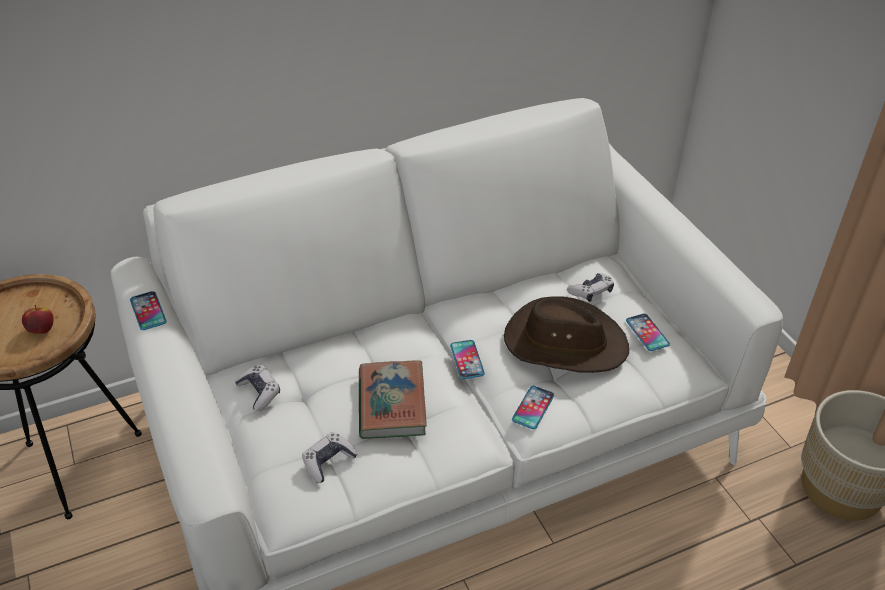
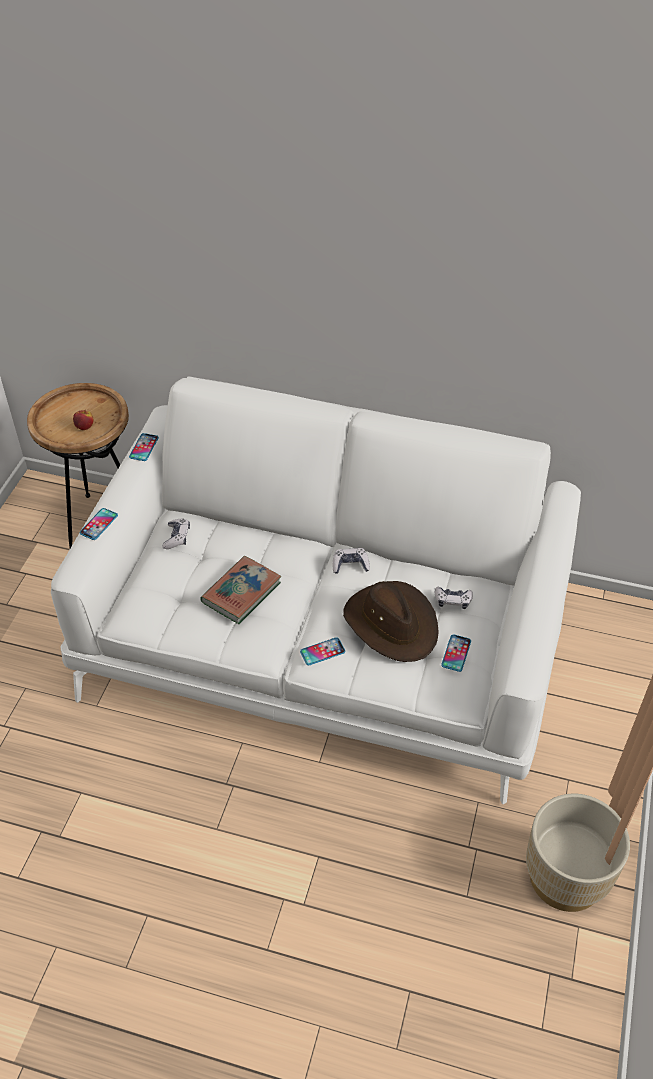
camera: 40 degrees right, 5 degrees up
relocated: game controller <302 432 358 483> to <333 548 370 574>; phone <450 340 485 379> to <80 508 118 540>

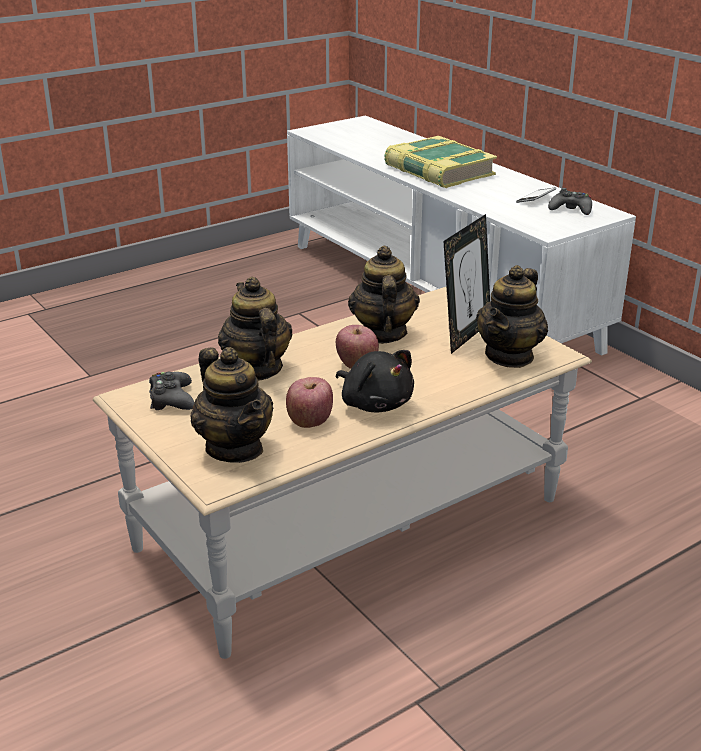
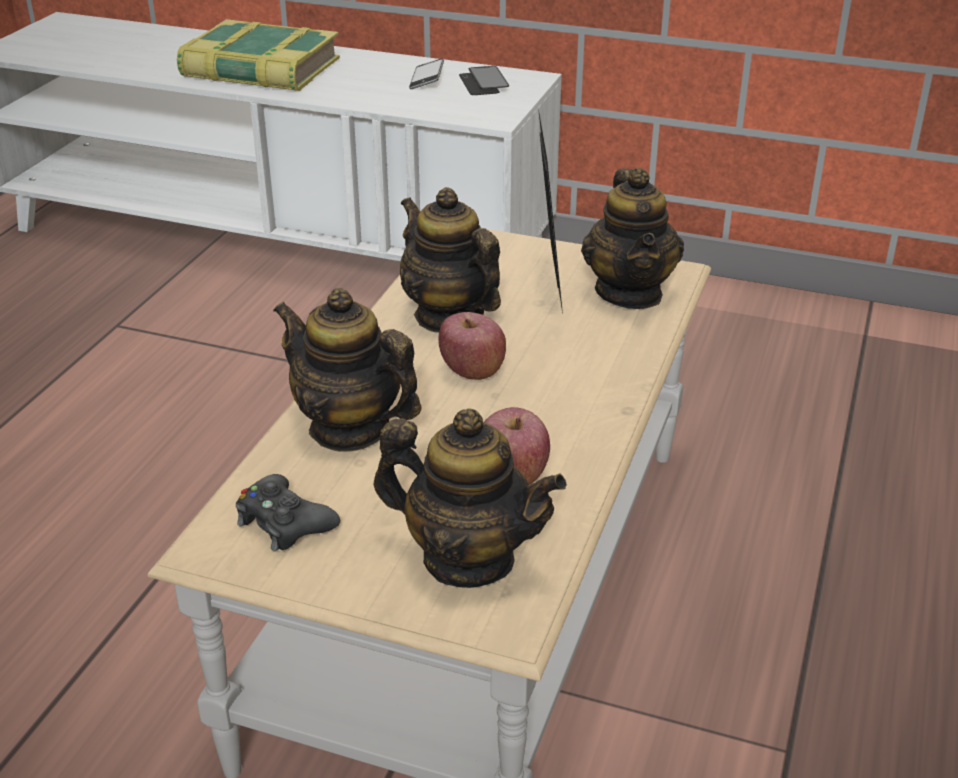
camera: 35 degrees left, 5 degrees up
missing: blackish soft toy <336 350 414 413>
exchanged: blackish game controller <548 188 592 215> to phone <459 66 509 95>

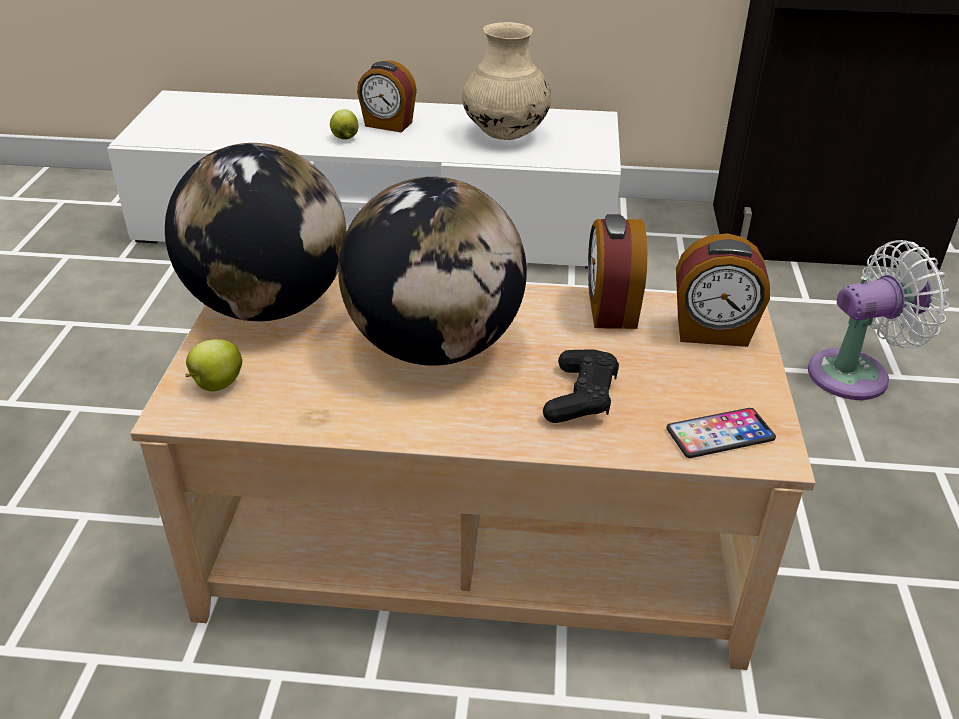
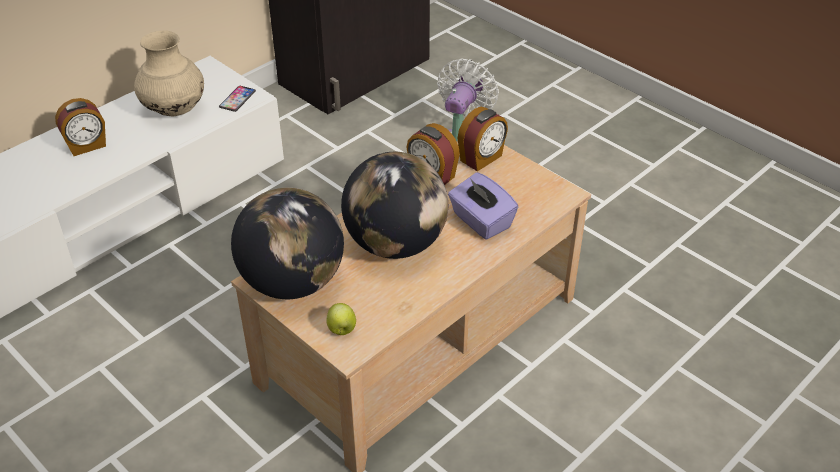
camera: 50 degrees left, 5 degrees up
missing: whole apple <330 109 358 140>
relocated: phone <666 408 776 458> to <219 86 256 112>
exchanged: blackish game controller <543 350 619 423> to purple box of tissues <448 172 518 240>

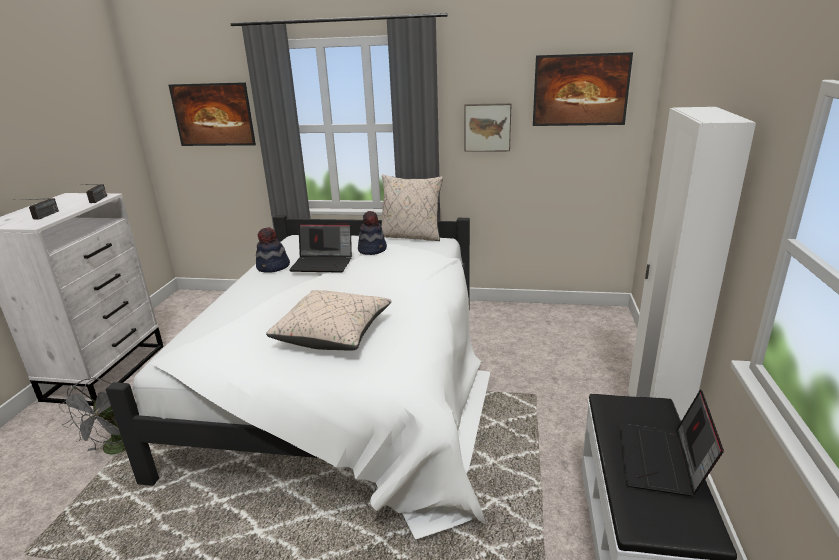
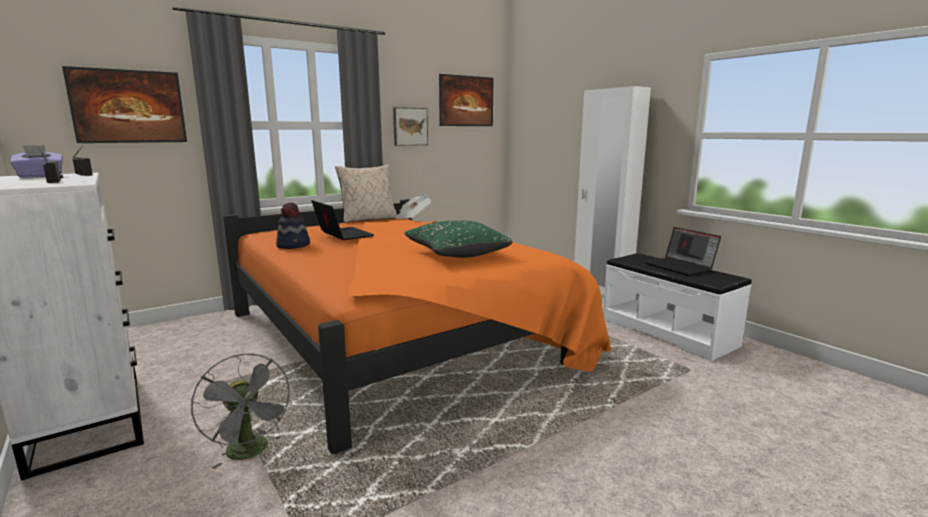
camera: 45 degrees left, 10 degrees down
missing: hat <358 211 387 255>
appeared: purple box of tissues <10 145 63 178>; daily paper <395 195 431 219>
colour: white-coloured bedroom bed <106 215 490 539> to orangey bedroom bed <223 199 611 454>; sand-coloured cushion <266 290 391 350> to green cushion <404 221 513 258>
spun: laptop <289 223 352 273> = <311 200 374 240> 90 degrees counterclockwise

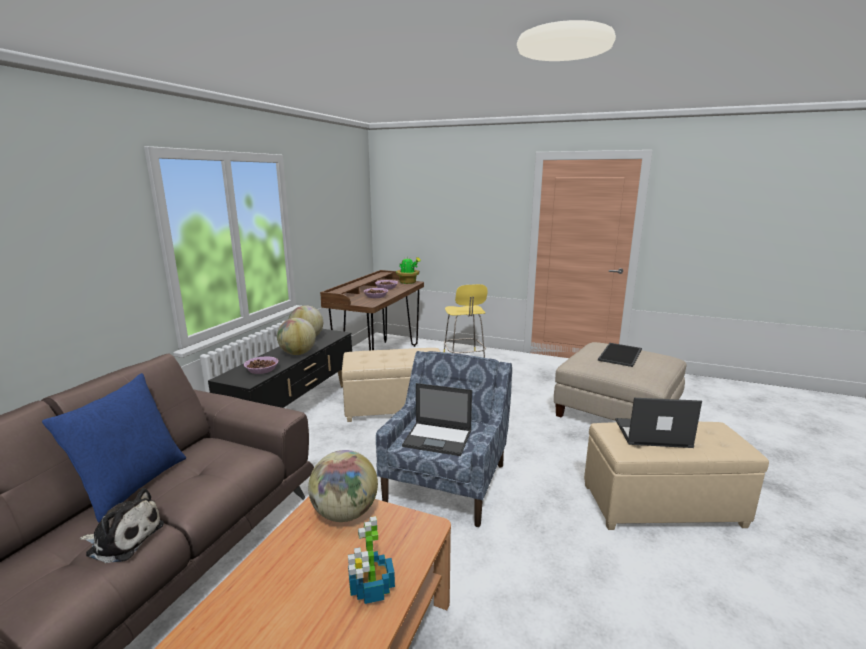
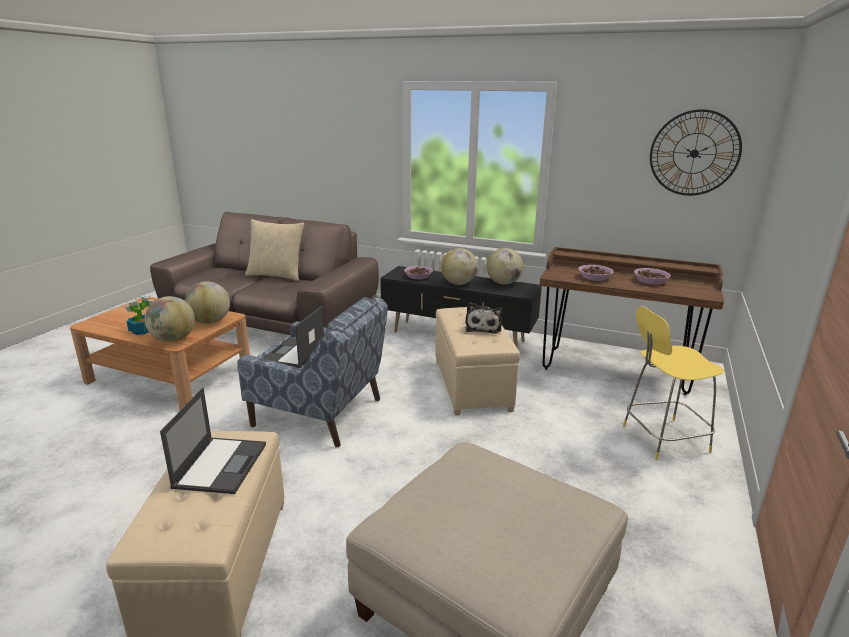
camera: 90 degrees right, 5 degrees up
missing: potted plant <396 257 421 284>; carrying tray <598 343 642 367>
appeared: desk globe <145 296 195 342>; clock on the wall <650 109 742 196>
relocated: soft toy <80 488 164 563> to <465 302 503 334>
colour: blue-coloured cushion <42 373 186 523> to sand-coloured cushion <245 219 304 281>

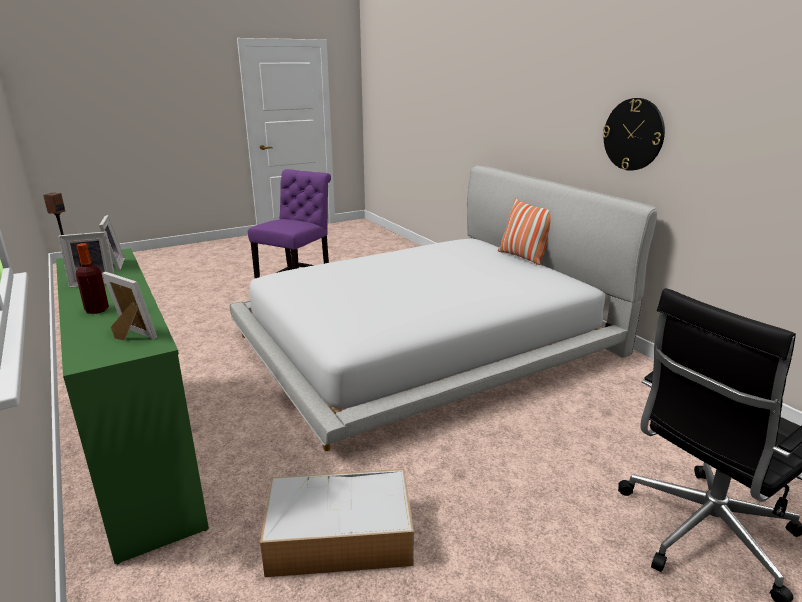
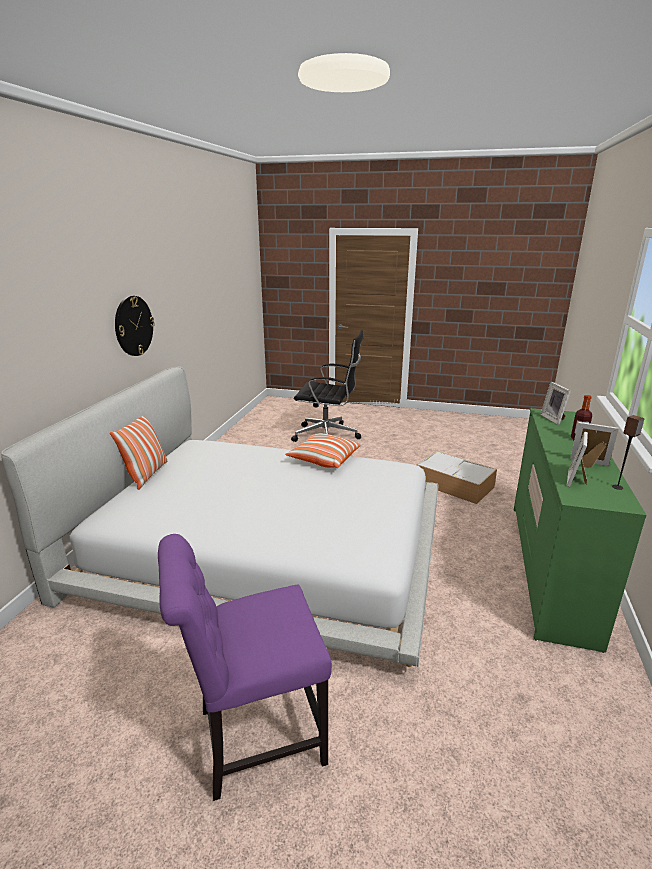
camera: 135 degrees left, 0 degrees up
appeared: cushion <285 433 361 468>

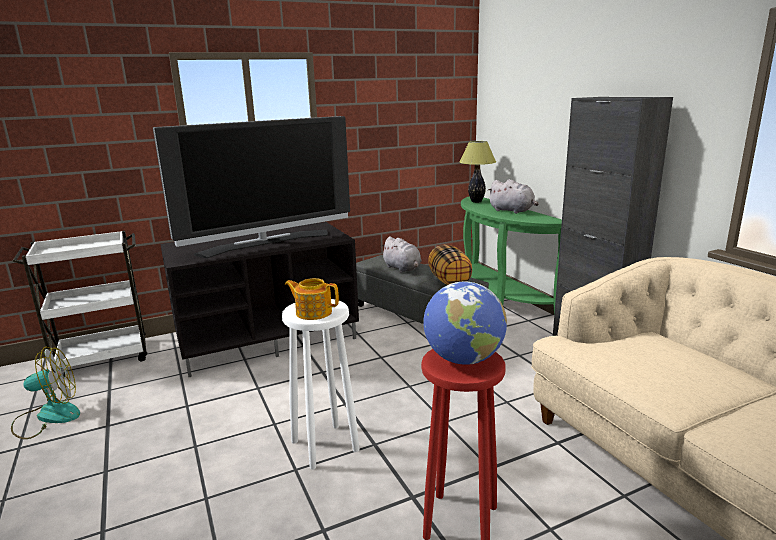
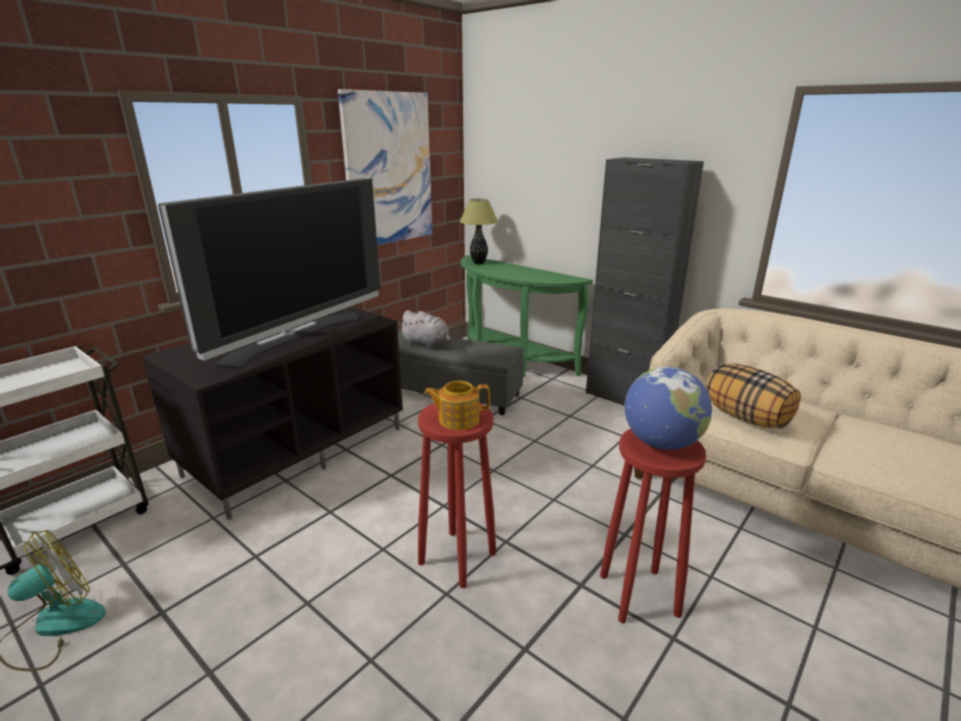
camera: 25 degrees left, 5 degrees up
missing: grey soft toy <487 179 539 214>
appeared: wall picture <338 89 432 246>
relocated: cushion <428 245 472 285> to <705 363 801 429>
colour: white-coloured stool seat <282 299 360 470> to red-coloured stool seat <418 403 496 588>

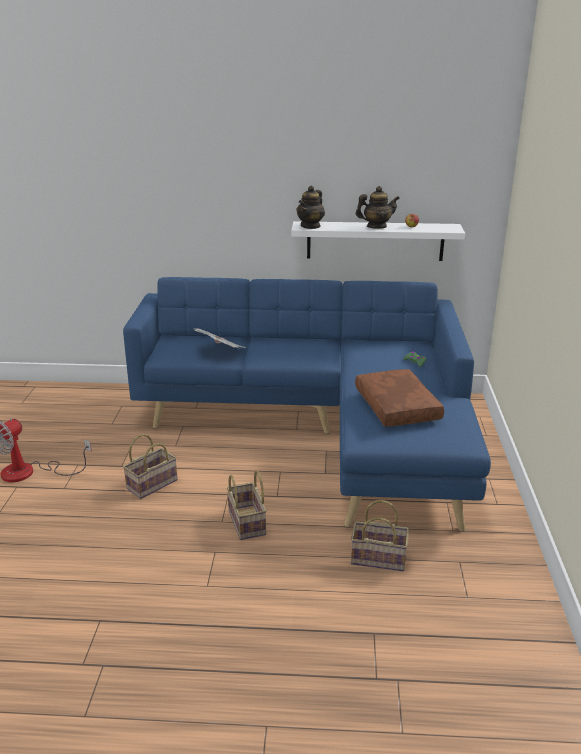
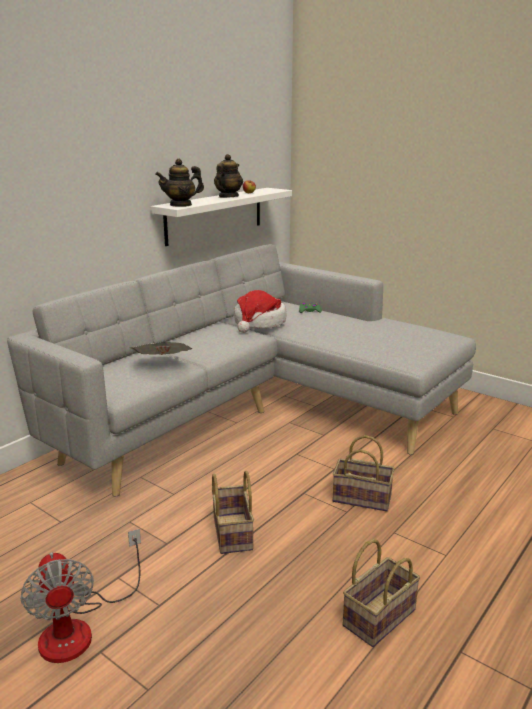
camera: 55 degrees left, 5 degrees down
missing: brownish cushion <355 369 444 427>
appeared: hat <234 290 286 333>
relocated: basket <351 500 409 571> to <343 539 420 647>
colour: blue-coloured couch <123 277 491 532> to grey couch <7 244 476 497>
spun: tea pot <296 185 325 229> = <155 159 204 207> 90 degrees clockwise

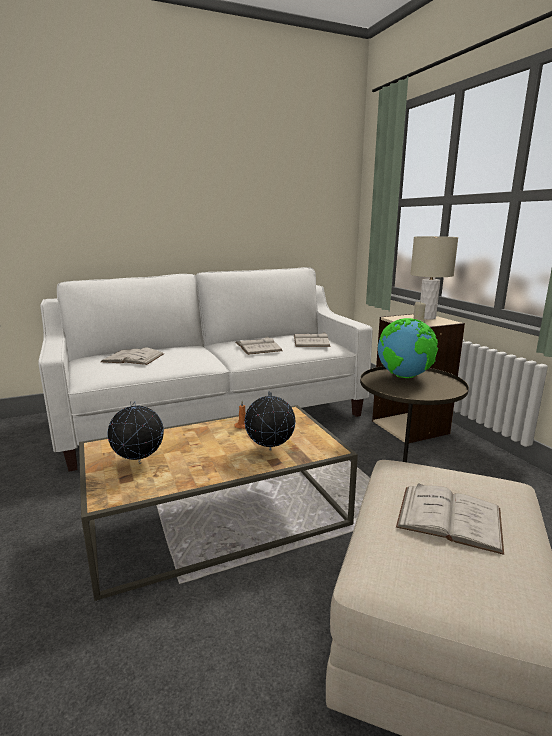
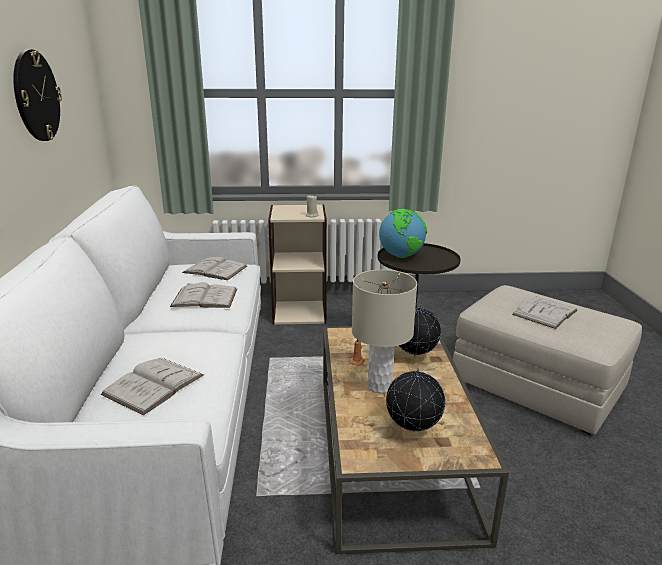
camera: 70 degrees left, 5 degrees up
appeared: clock on the wall <13 49 62 141>
relocated: sand-coloured tabletop lamp <410 236 458 320> to <352 270 417 393>

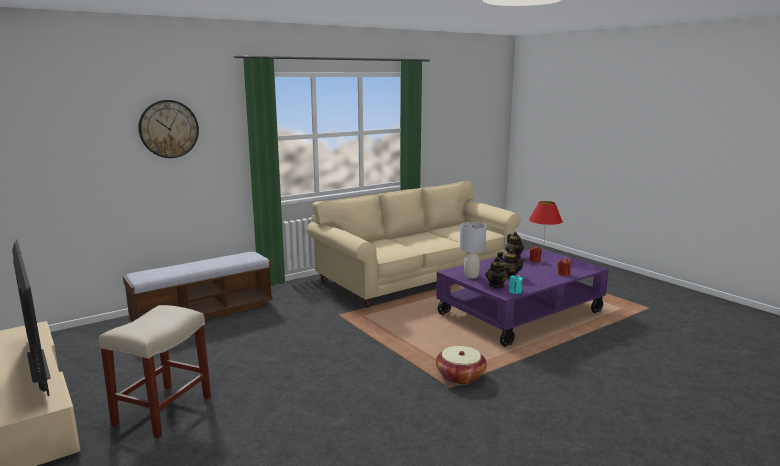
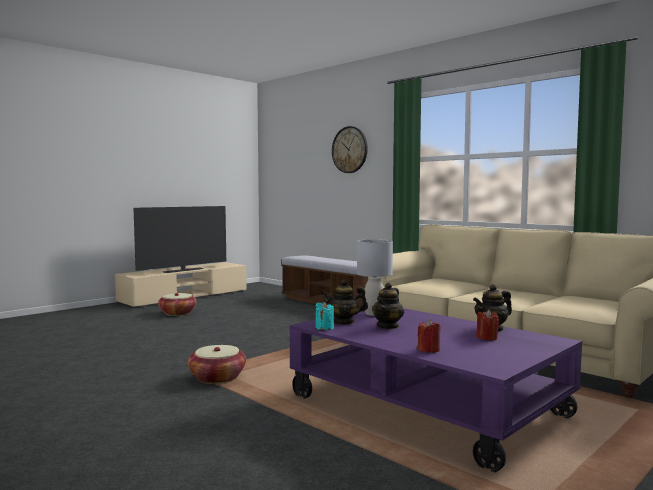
camera: 80 degrees right, 10 degrees down
missing: red-coloured tabletop lamp <529 201 563 253>
exchanged: sand-coloured stool seat <99 305 211 438> to basket <158 293 196 316>

